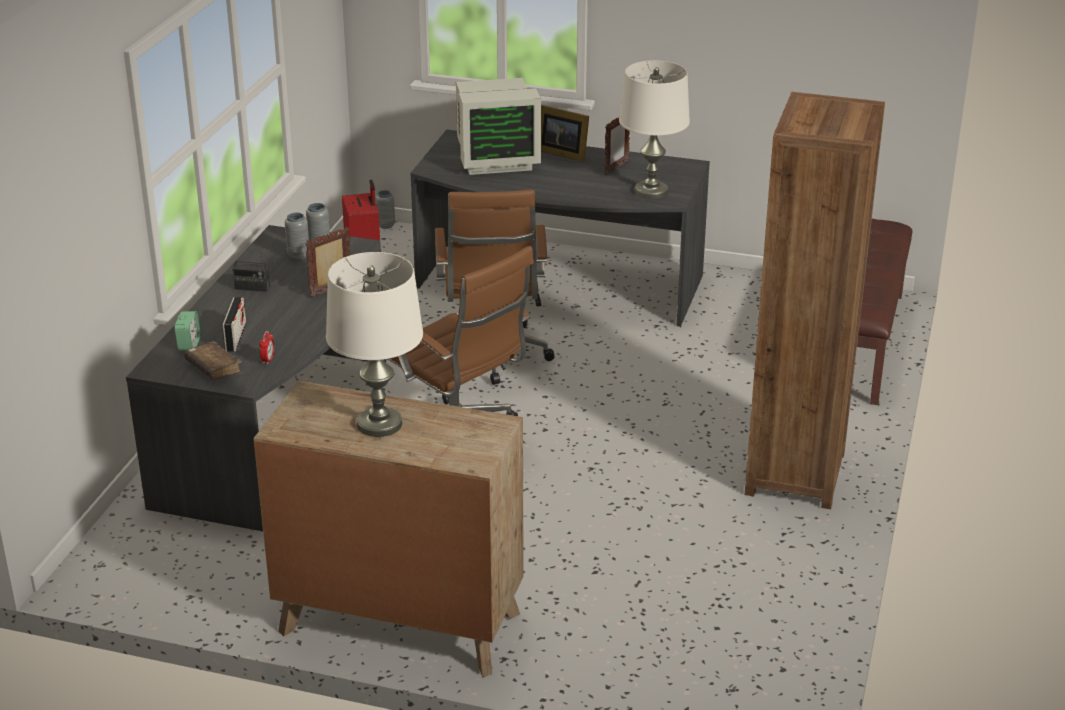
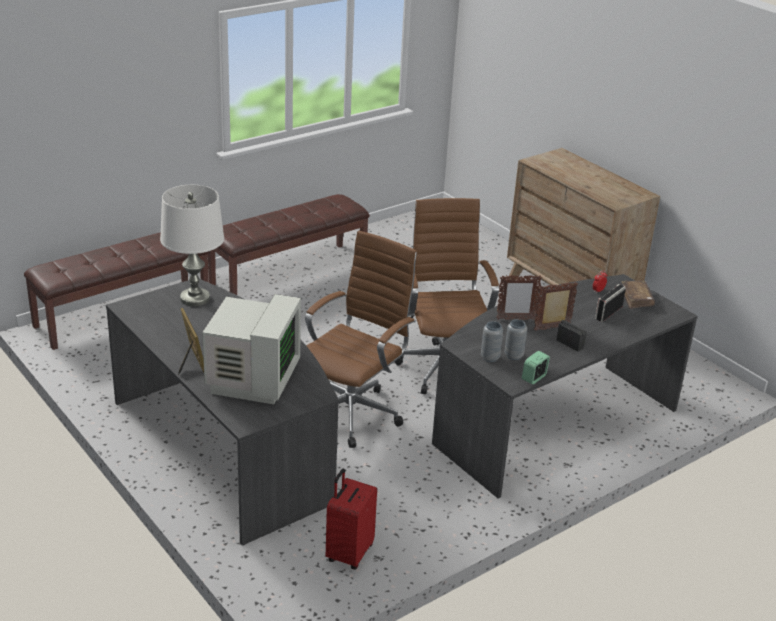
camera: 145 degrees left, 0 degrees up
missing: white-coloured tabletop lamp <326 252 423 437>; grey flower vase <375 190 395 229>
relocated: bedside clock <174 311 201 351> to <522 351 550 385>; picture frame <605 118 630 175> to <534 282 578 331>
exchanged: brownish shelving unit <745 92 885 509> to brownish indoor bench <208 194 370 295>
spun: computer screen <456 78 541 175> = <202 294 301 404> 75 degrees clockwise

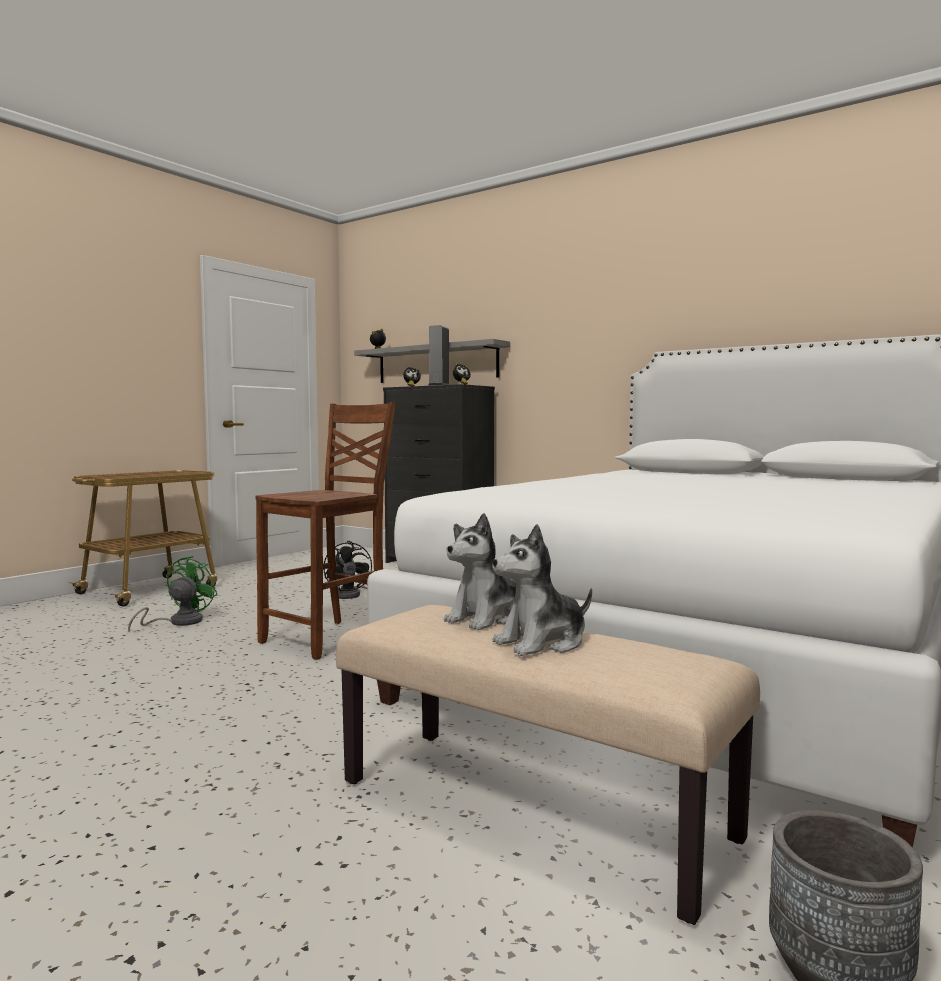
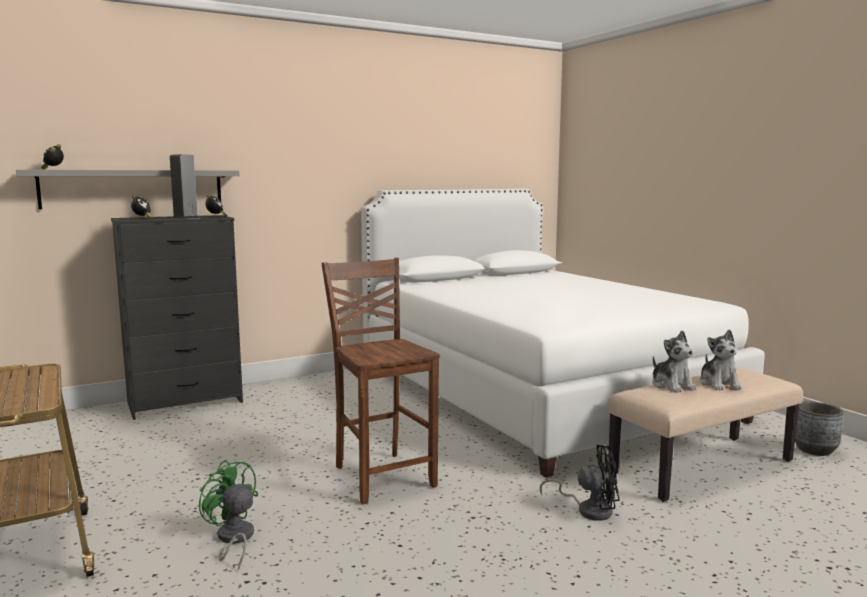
camera: 65 degrees left, 5 degrees up
relocated: blackish electric fan <324 541 372 599> to <539 445 620 521>

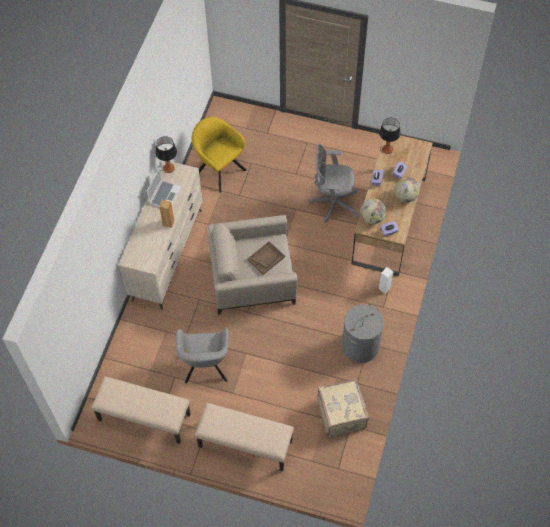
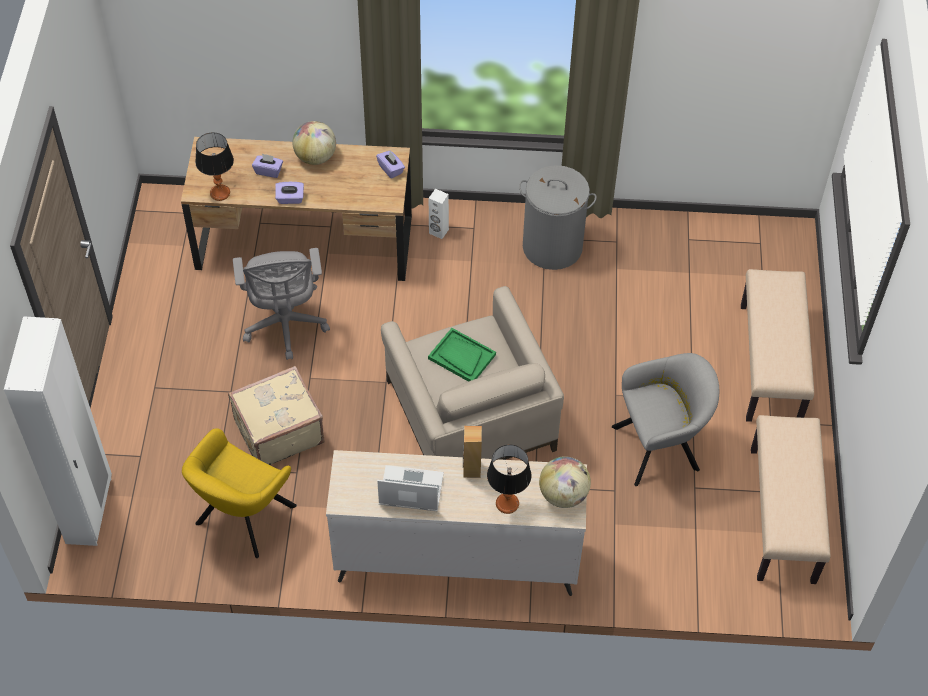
camera: 105 degrees left, 5 degrees down
appeared: white-coloured wardrobe <4 316 112 546>
relocated: tabletop lamp <155 136 177 173> to <487 445 532 514>; sand-coloured travel case <317 379 369 437> to <228 366 325 465>; desk globe <360 198 386 224> to <539 456 591 508>
colour: brownish carrying tray <247 241 285 275> to green carrying tray <428 328 496 382>

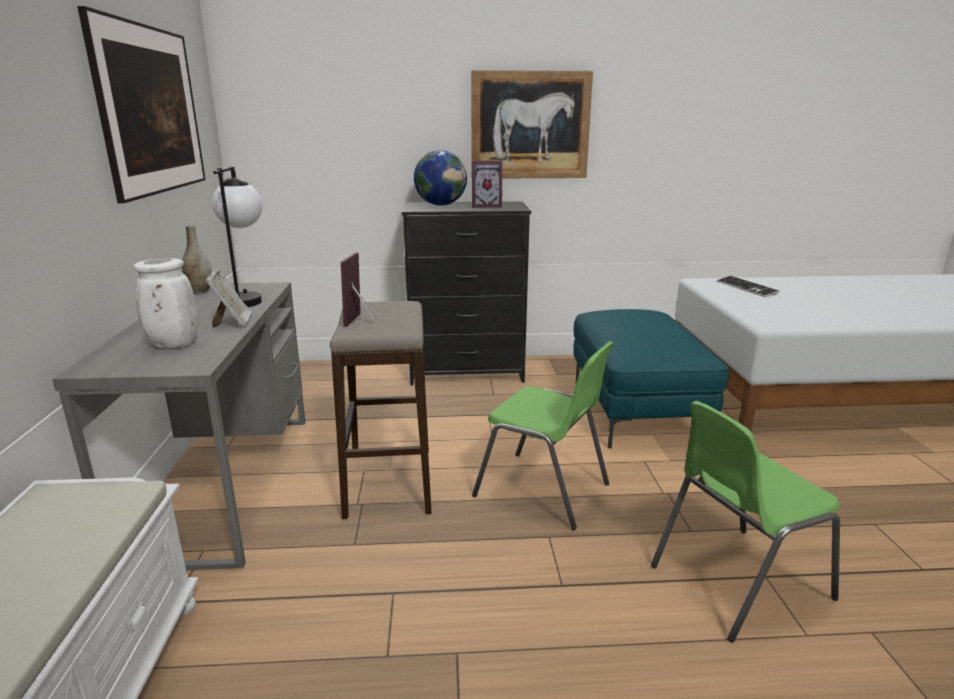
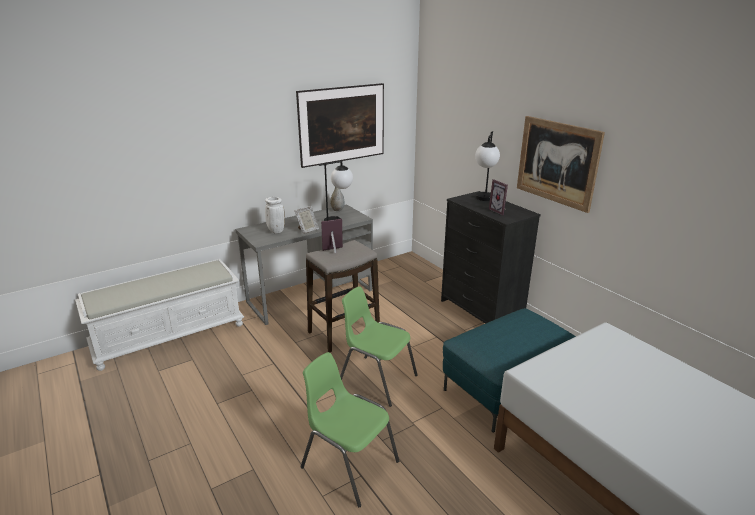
camera: 60 degrees right, 5 degrees up
missing: computer keyboard <717 276 780 297>
exchanged: desk globe <414 150 467 205> to tabletop lamp <475 131 500 201>
spun: green upright chair <472 341 614 530> = <340 286 418 407> 120 degrees clockwise

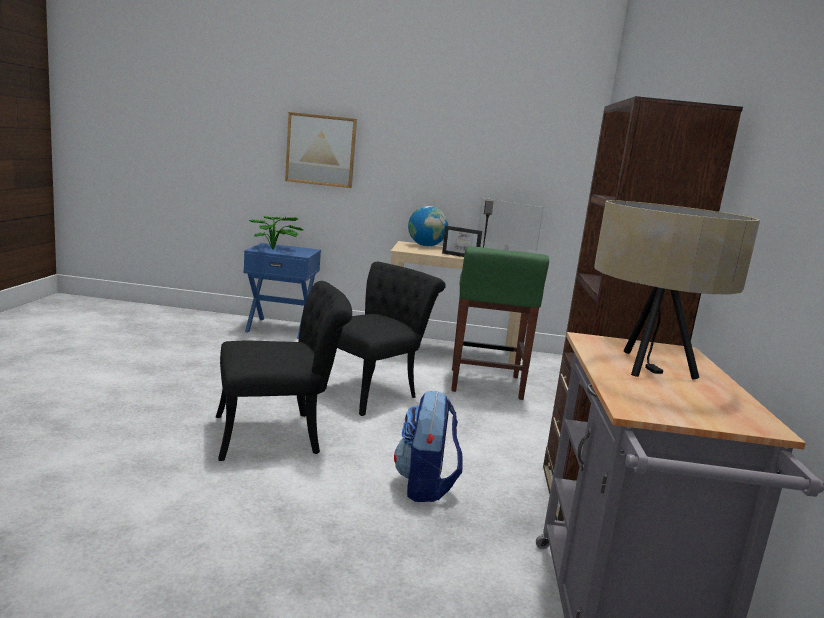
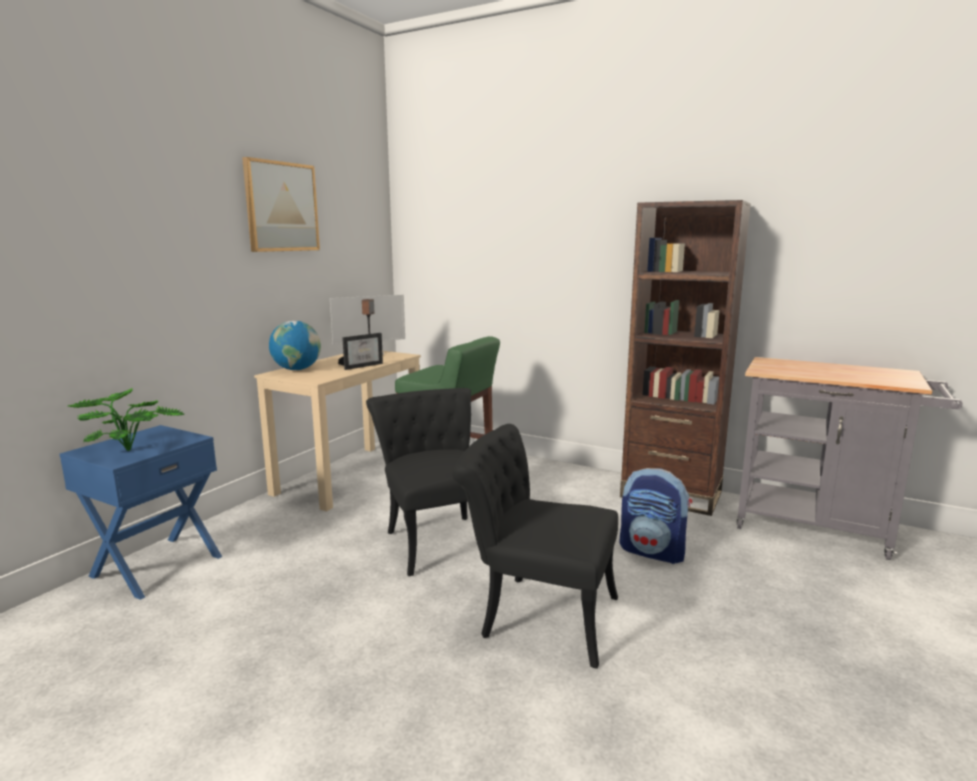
camera: 65 degrees left, 0 degrees up
missing: sand-coloured tabletop lamp <594 200 760 379>
relocated: wall picture <285 112 357 188> to <242 157 320 252>
spun: blackish upright chair <216 281 352 461> = <452 424 618 669> 75 degrees counterclockwise

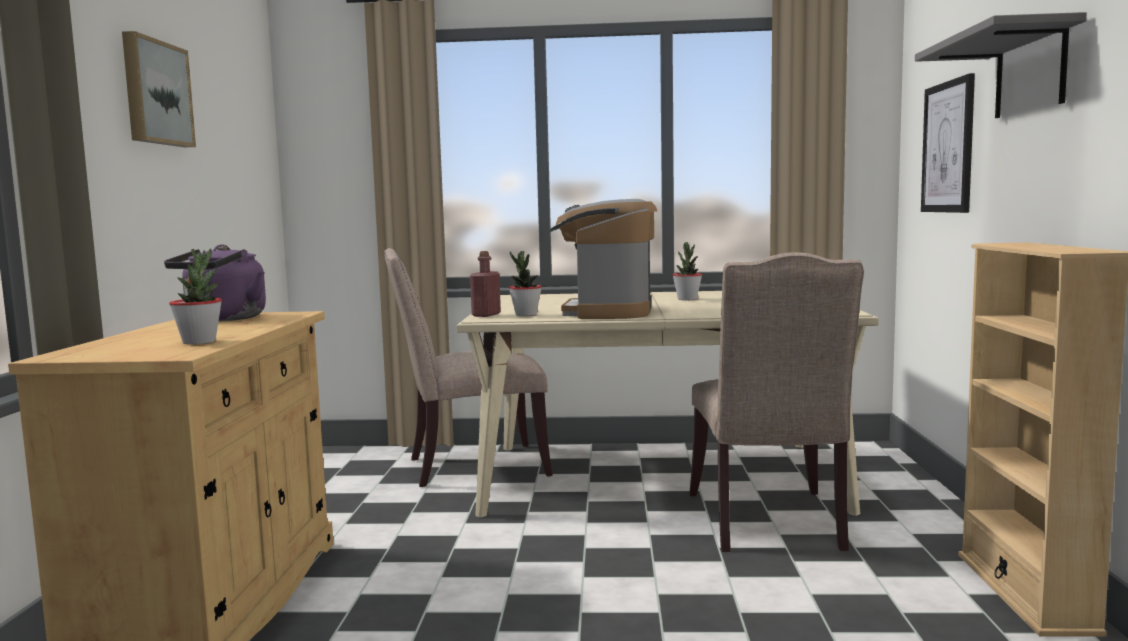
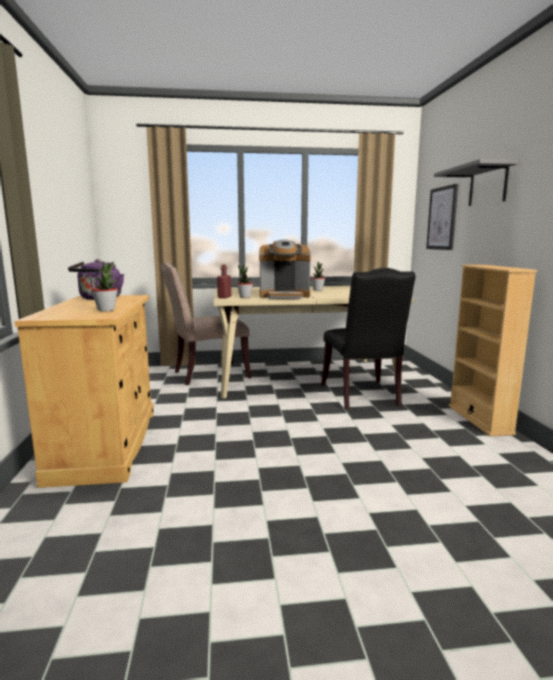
camera: 10 degrees left, 5 degrees up
missing: wall picture <122 31 196 147>
colour: sand-coloured upright chair <689 252 864 552> to blackish upright chair <321 268 416 409>
spun: coffee brewer <549 199 657 319> = <259 240 311 299> 90 degrees counterclockwise

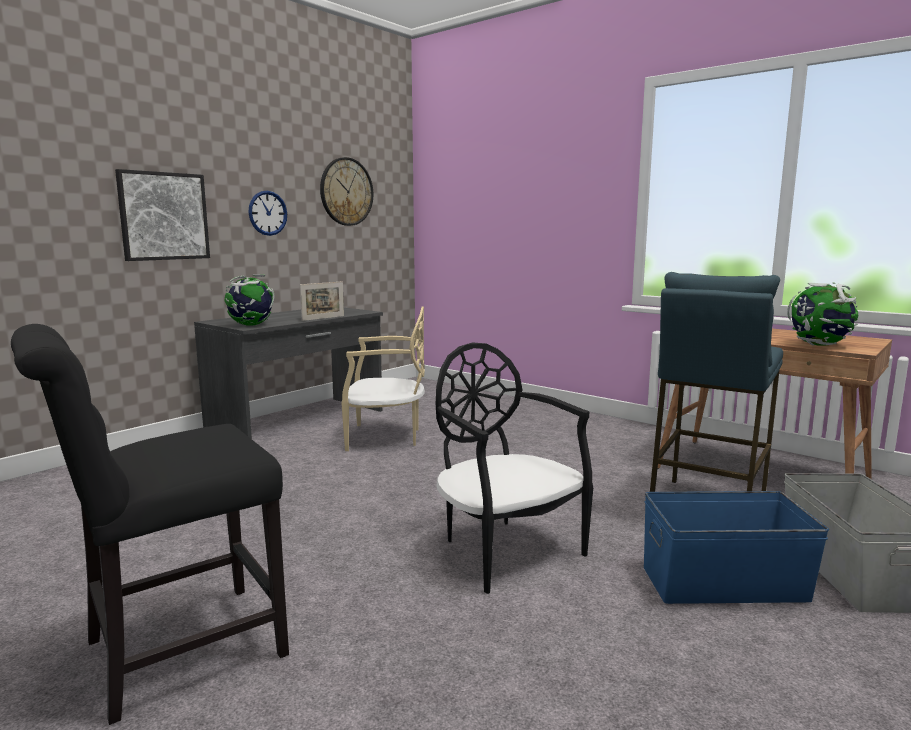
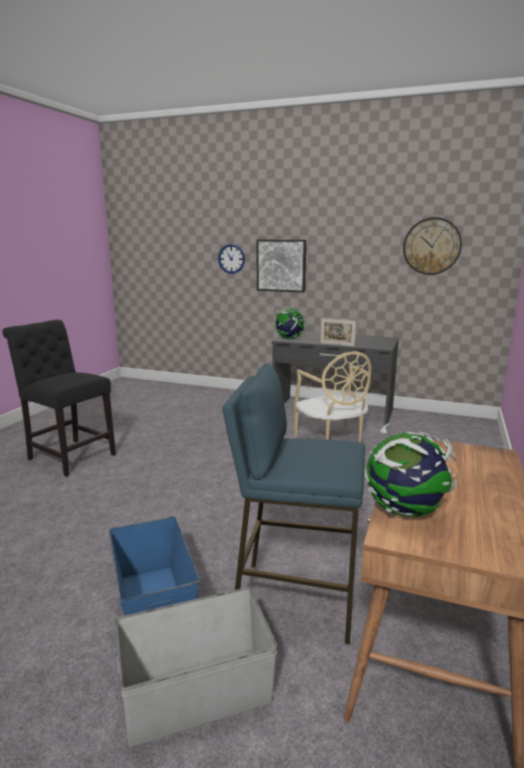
camera: 70 degrees right, 5 degrees up
missing: blackish upright chair <436 342 593 594>
relocated: clock on the wall <248 191 287 236> to <218 244 245 274>

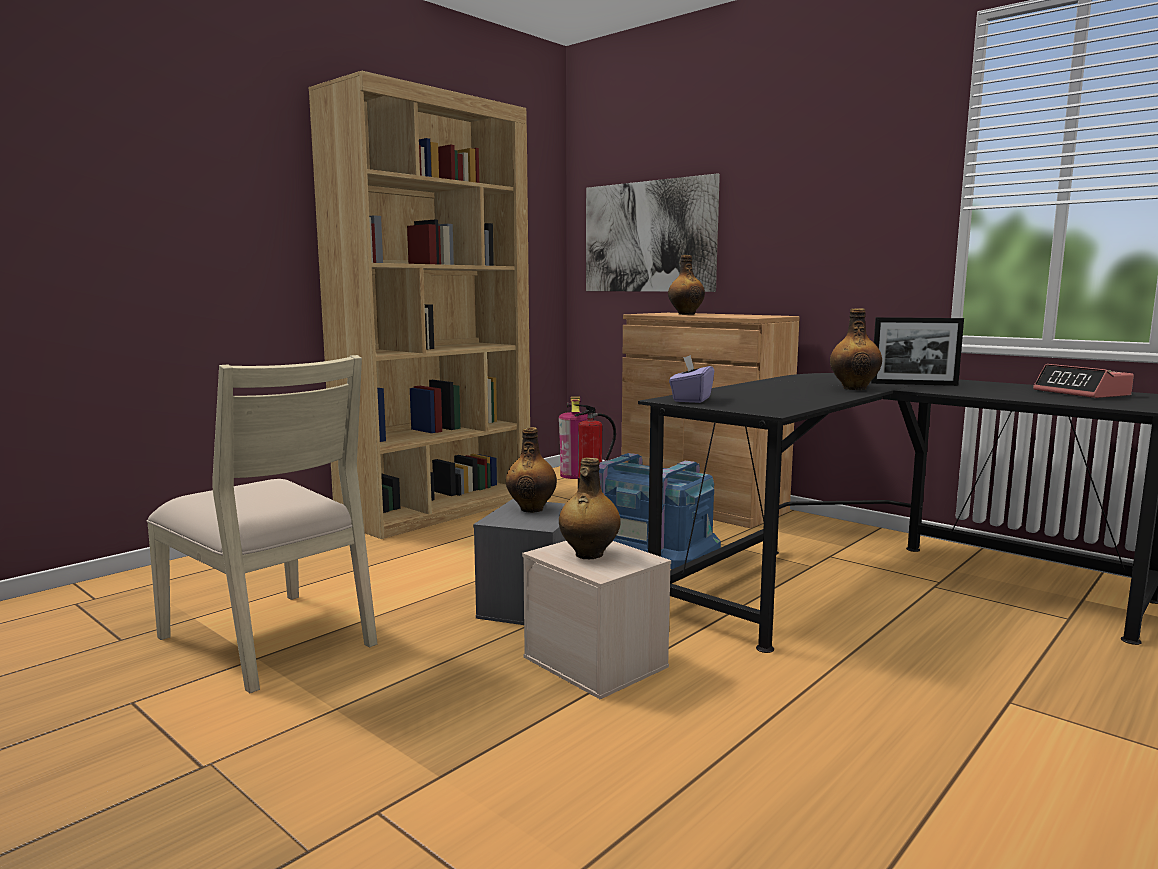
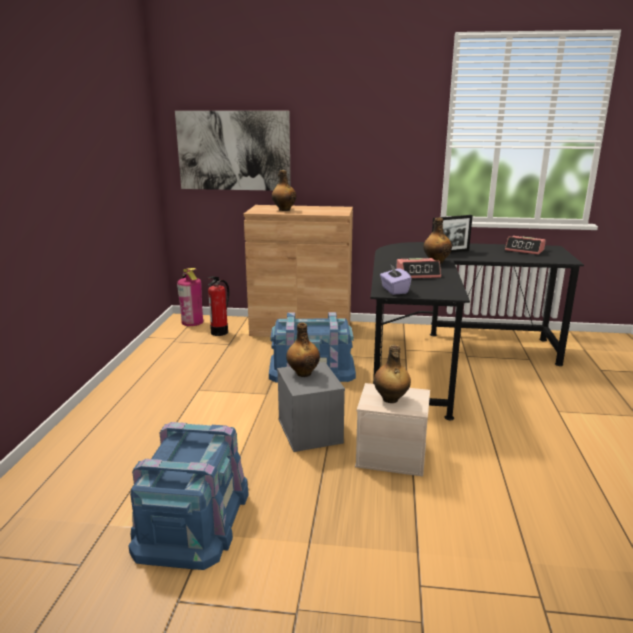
camera: 35 degrees left, 10 degrees up
missing: brownish shelving unit <309 71 530 539>
appeared: bedside clock <396 258 441 278>
exchanged: sand-coloured upright chair <147 355 378 693> to blue-coloured storage bin <129 422 249 570>

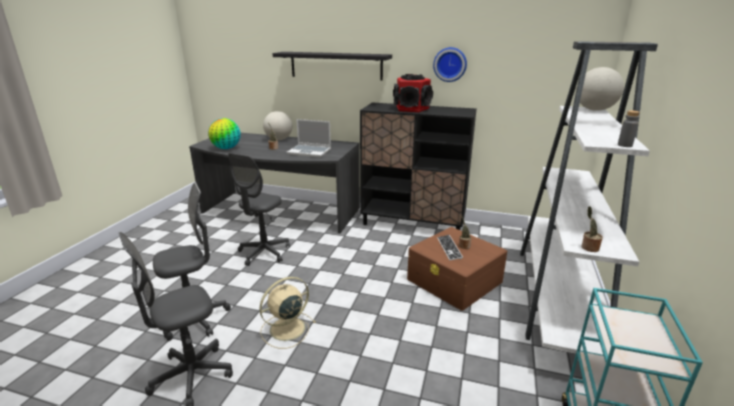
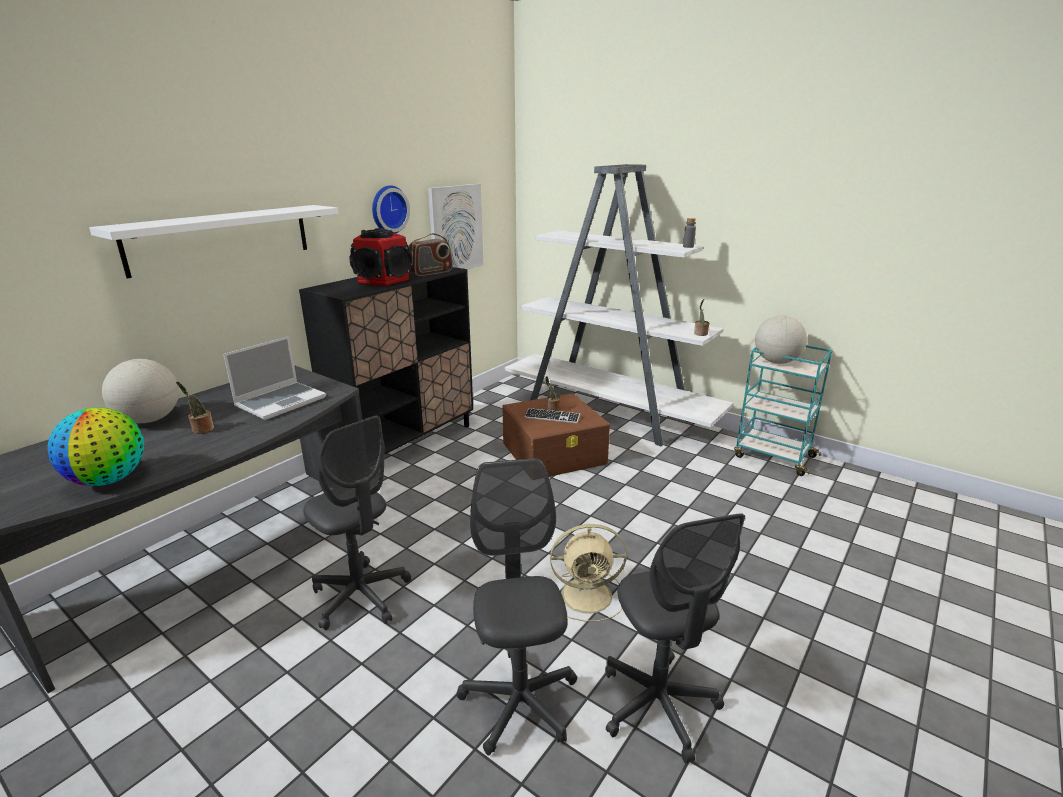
camera: 70 degrees left, 0 degrees up
appeared: radio set <409 233 453 276>; wall picture <428 184 483 269>
relocated: desk globe <576 67 624 111> to <755 315 807 364>
colour: blackish shelf <272 52 392 80> to white-coloured shelf <89 205 339 278>
spun: sand-coloured electric fan <259 277 316 349> = <550 524 627 622> 75 degrees counterclockwise

